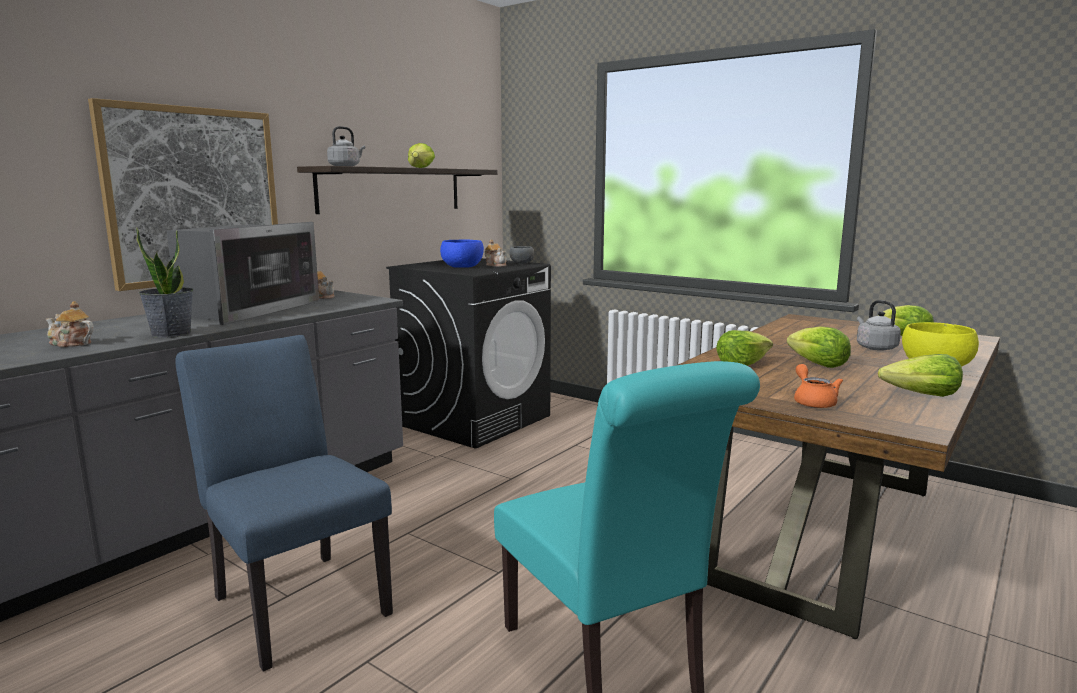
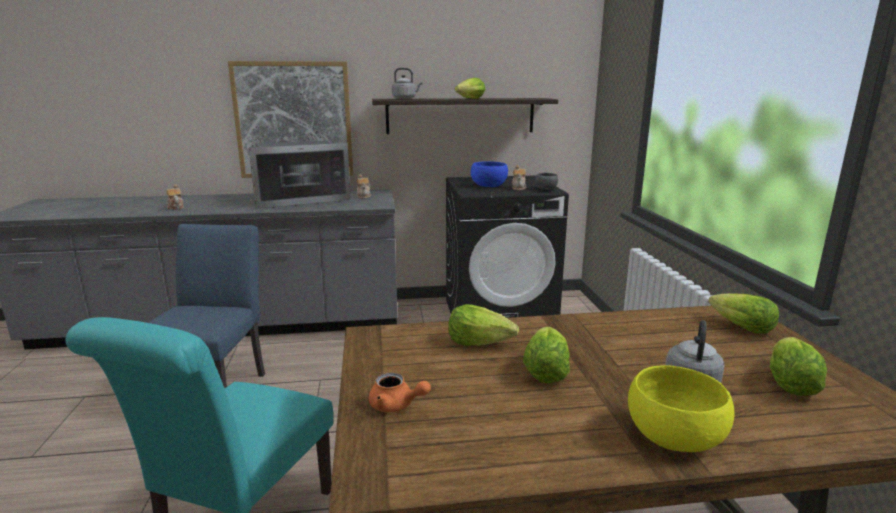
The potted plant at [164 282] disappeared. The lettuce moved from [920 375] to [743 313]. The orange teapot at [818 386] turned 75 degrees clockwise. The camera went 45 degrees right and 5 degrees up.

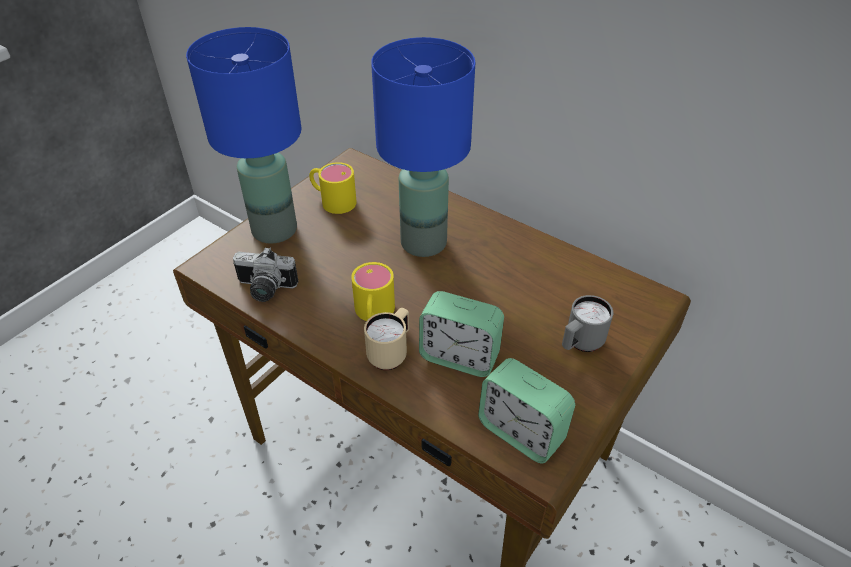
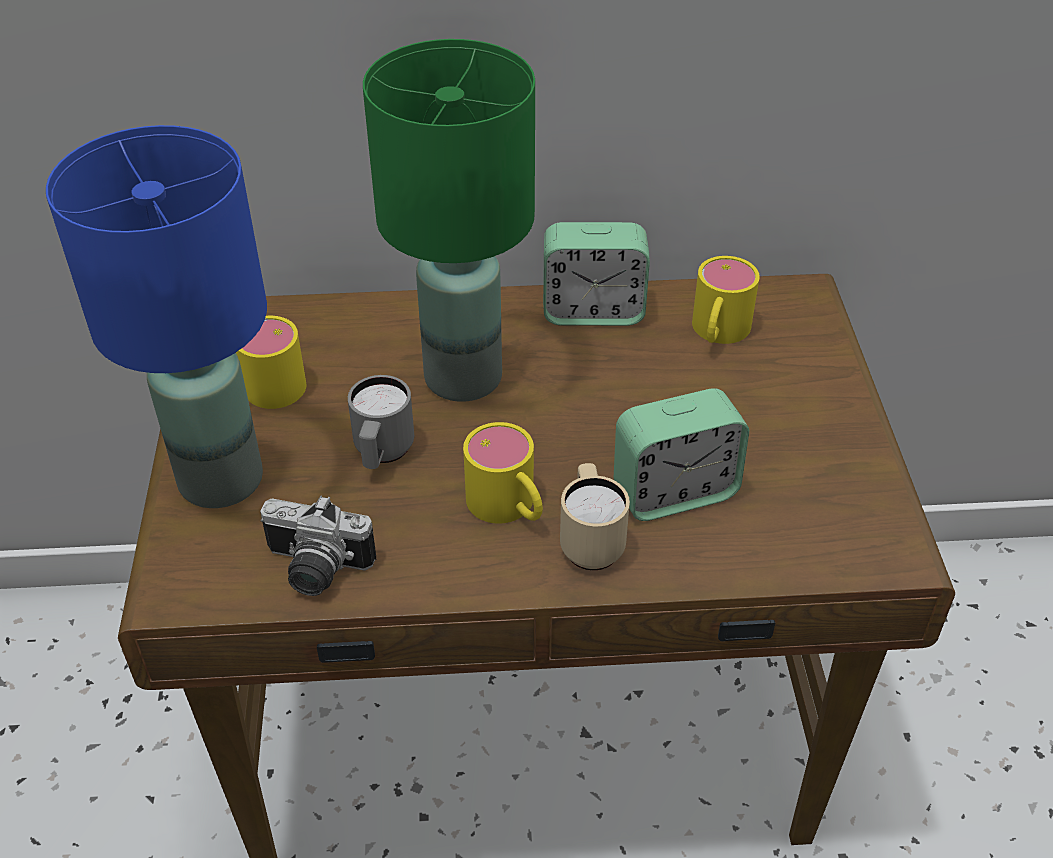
The blue table lamp at [423 147] became the green table lamp at [449 220]. The photo camera at [266 274] turned 45 degrees clockwise. The grey mug moved from [587 323] to [381 422]. The alarm clock moved from [526 411] to [596 274]. The yellow mug at [726 300] appeared. The camera went 40 degrees left and 0 degrees up.

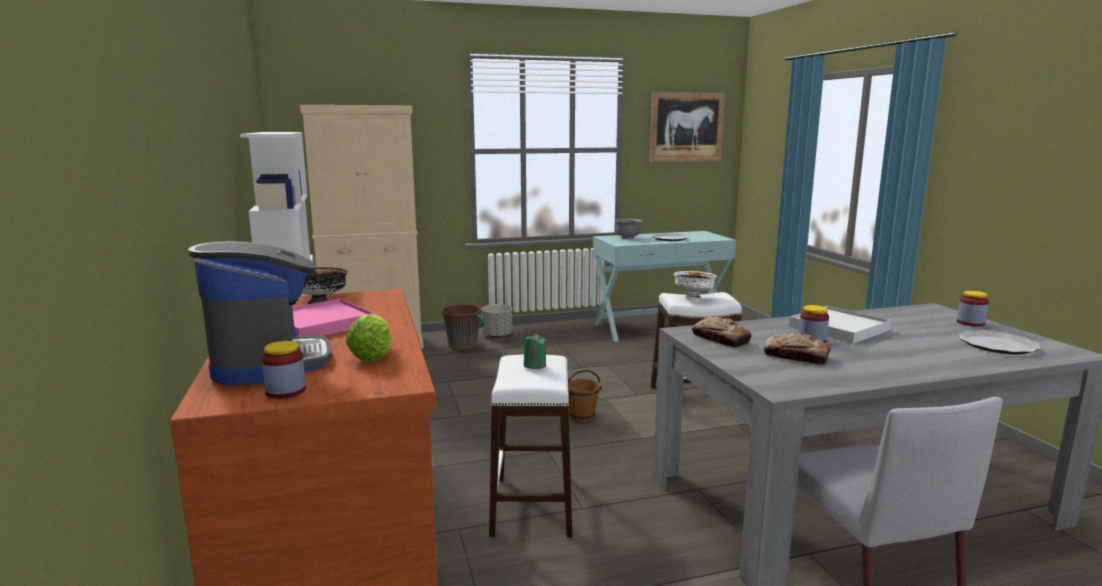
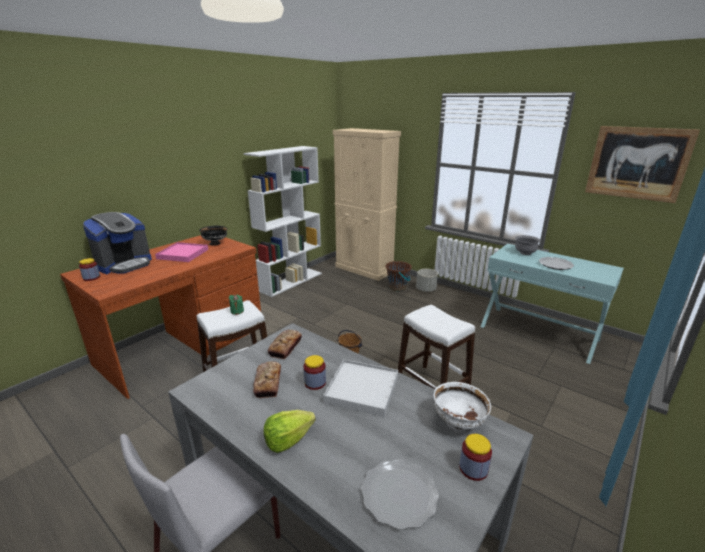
The white bowl moved from [695 285] to [462 406]. The lettuce moved from [369 338] to [290 431]. The camera went 55 degrees right and 10 degrees up.

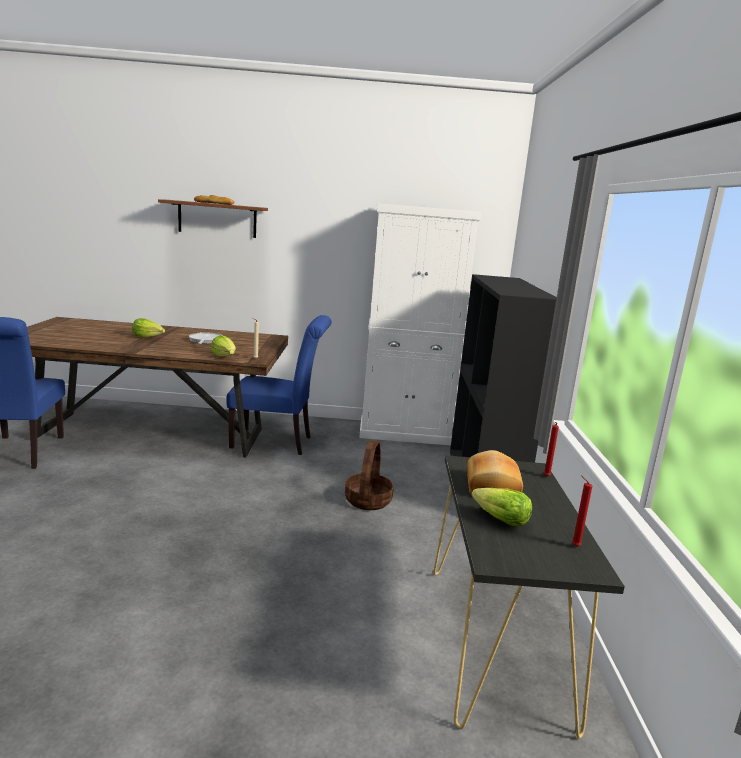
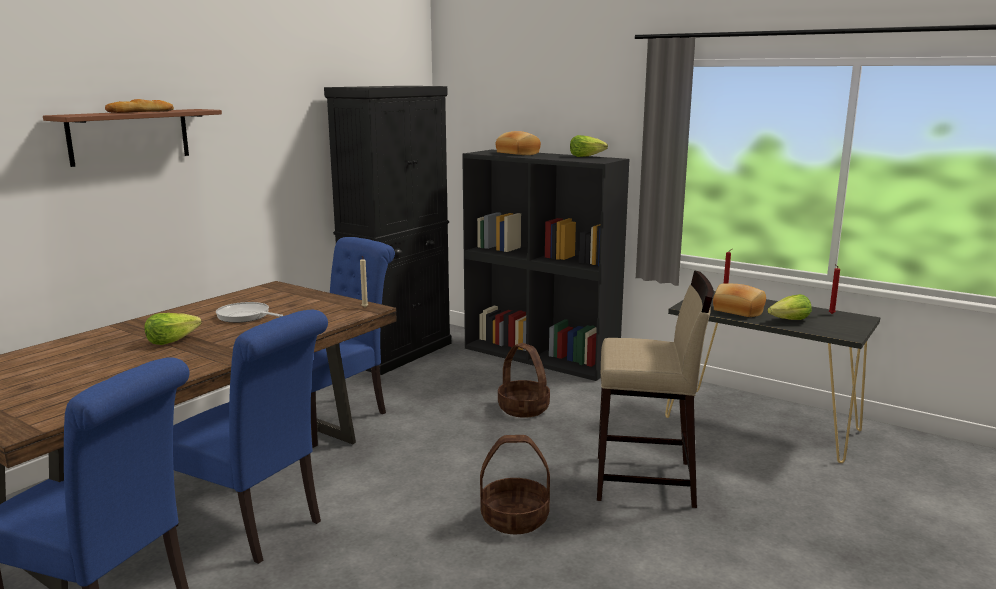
The white cabinet at [420 324] became the black cabinet at [387 230]. The lettuce moved from [223 346] to [589 146]. The bread at [518 143] appeared. The beige stool at [655 389] appeared. The blue chair at [250 437] appeared. The basket at [515 484] appeared. The camera went 55 degrees left and 0 degrees up.

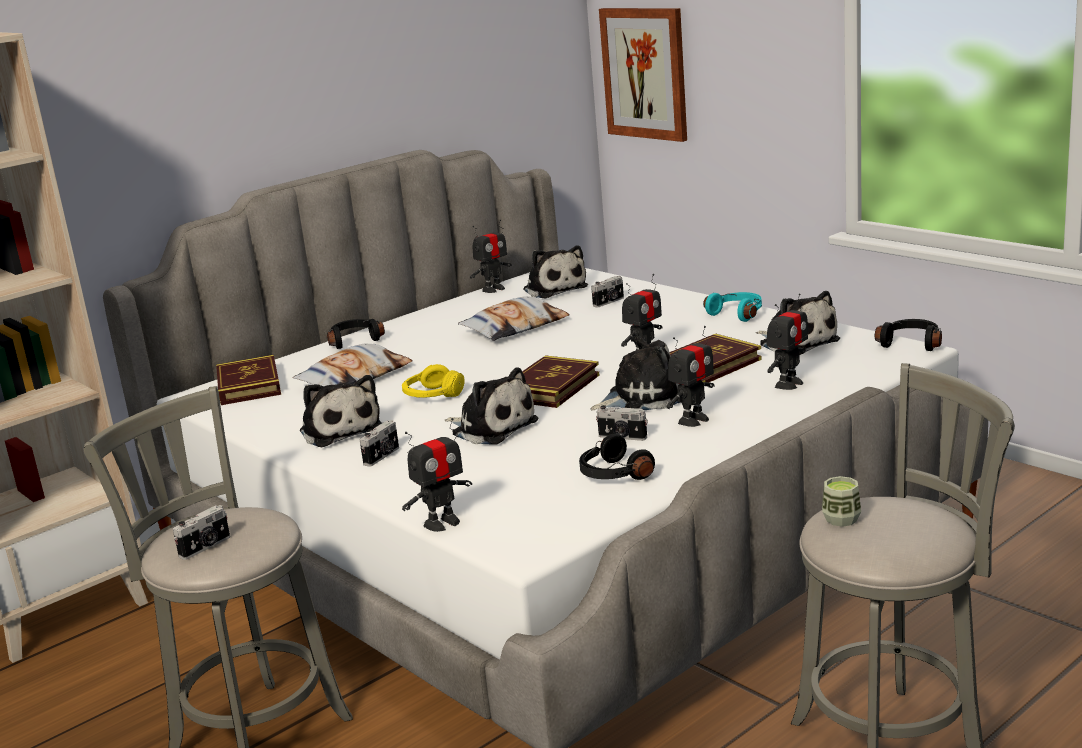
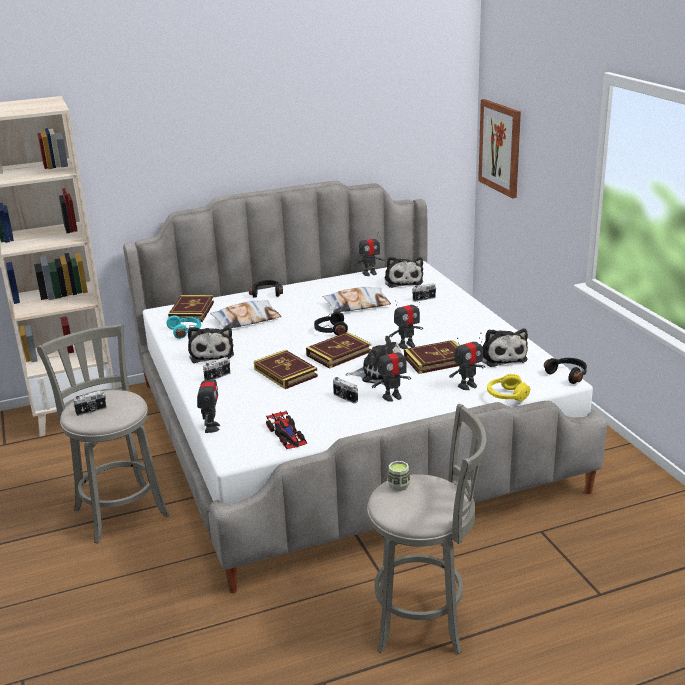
The turquoise headphones moved from [732 307] to [184 327]. The yellow headphones moved from [433 381] to [508 387]. The plush toy at [492 406] was replaced by the book at [286 369]. The toy robot at [437 475] turned 75 degrees counterclockwise. The black headphones moved from [617 456] to [331 324]. The toy car at [286 430] appeared. The camera went 20 degrees right and 5 degrees up.

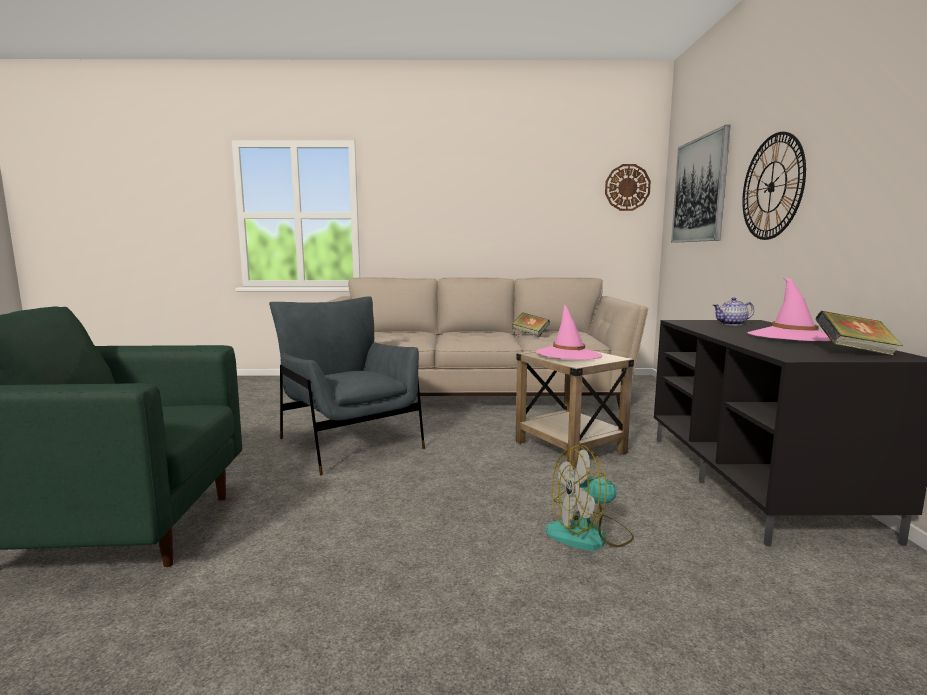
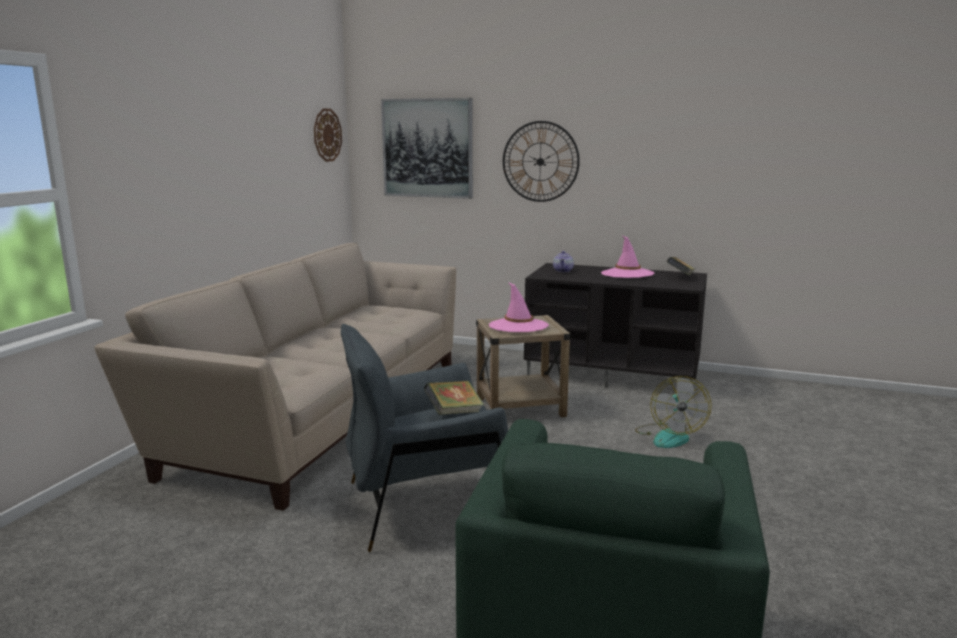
The book moved from [531 325] to [454 397]. The camera went 70 degrees left and 5 degrees up.

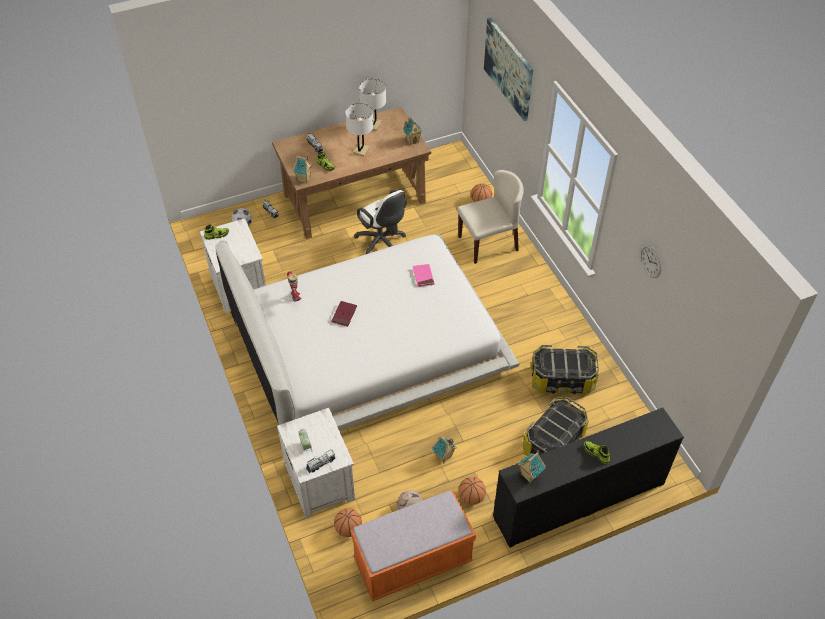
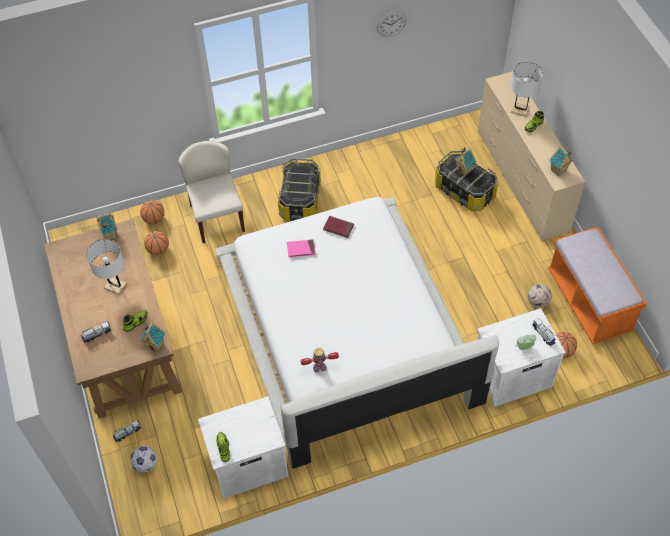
The picture at [508 69] disappeared. The white table lamp moved from [372 105] to [526 89]. The white office chair at [380 222] disappeared. The red book moved from [344 314] to [338 227]. The storage box moved from [565 369] to [299 189]. The black dresser at [588 478] became the beige dresser at [531 156]. The toy house moved from [444 449] to [465 161]. The basketball moved from [472 491] to [156 243]. The camera went 85 degrees left and 5 degrees up.

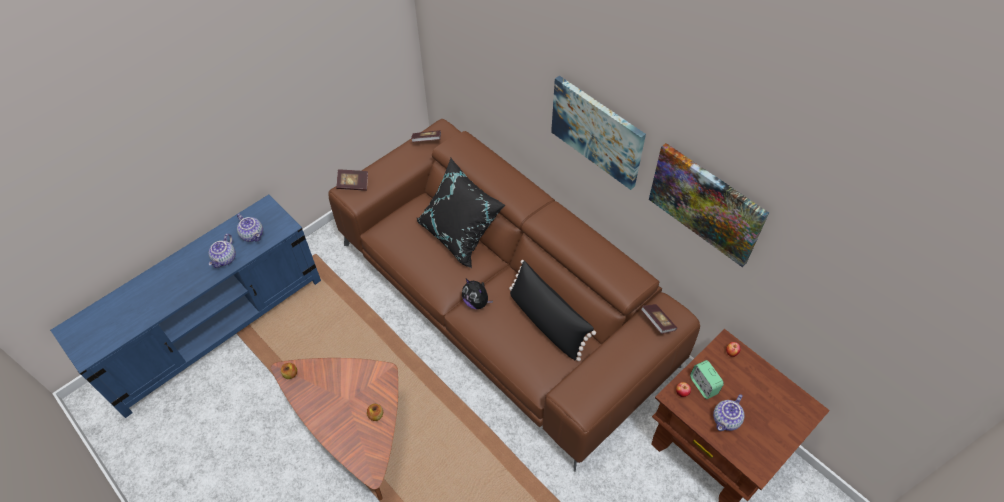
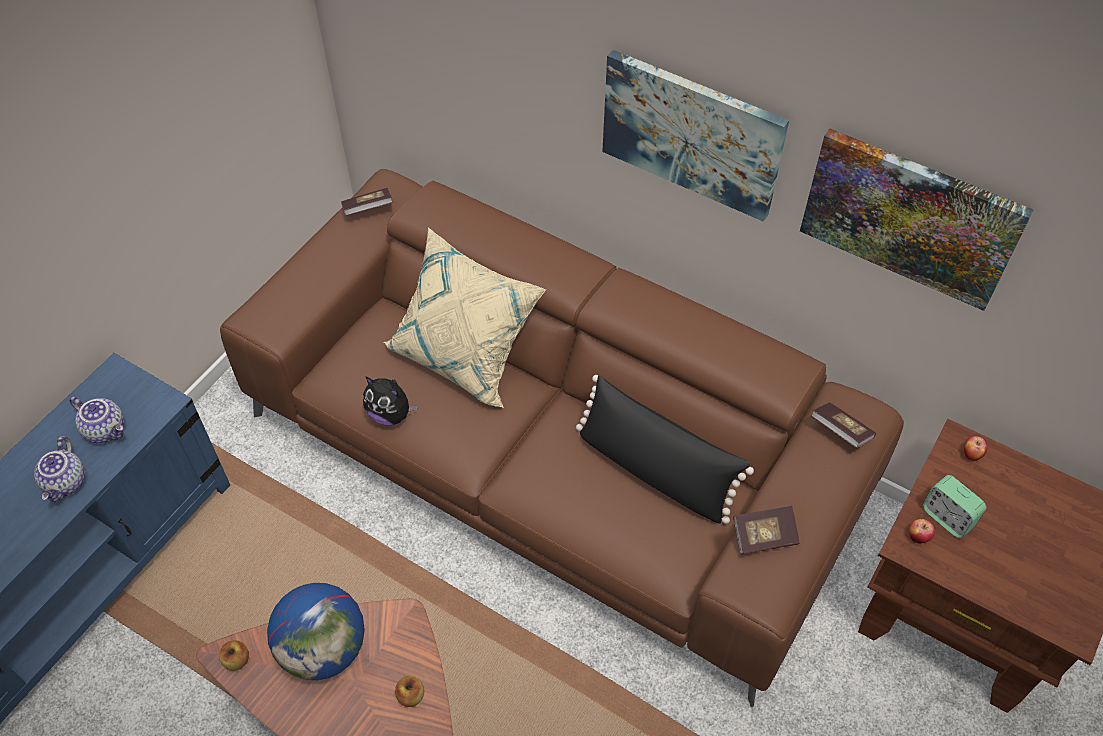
The black pillow at [461 213] became the beige pillow at [465 317]. The book moved from [352 180] to [766 530]. The plush toy moved from [477 294] to [390 400]. The teapot at [728 412] disappeared. The globe at [316 631] appeared. The camera went 15 degrees left and 0 degrees up.

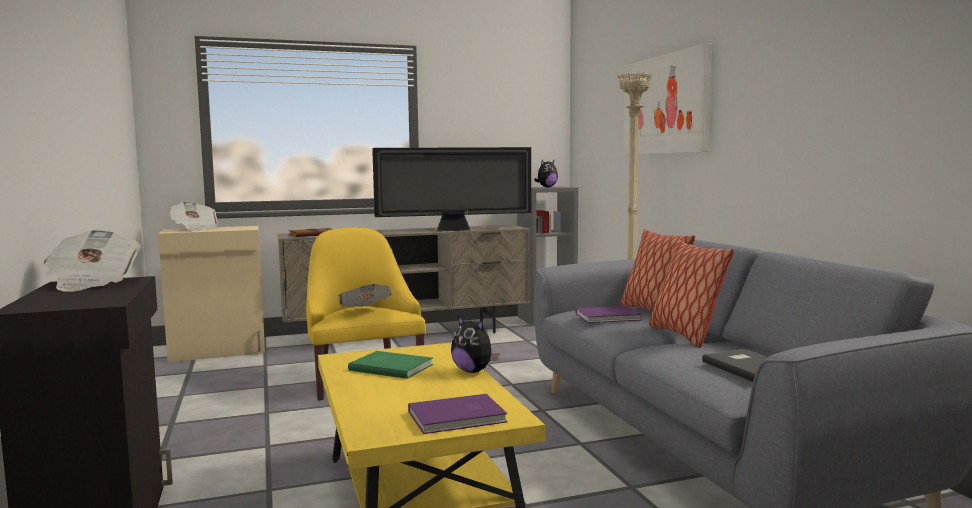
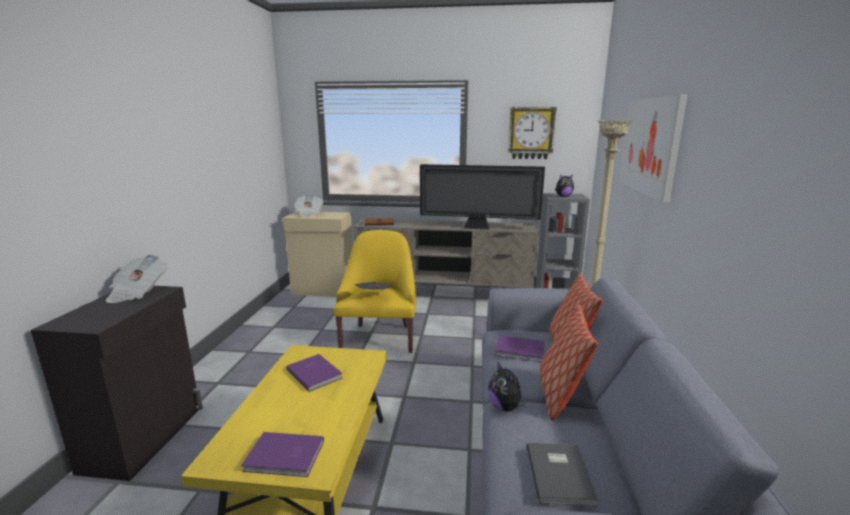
The plush toy moved from [475 344] to [507 386]. The green book at [390 365] became the purple book at [314 373]. The wall clock at [532 133] appeared. The camera went 25 degrees right and 10 degrees up.

